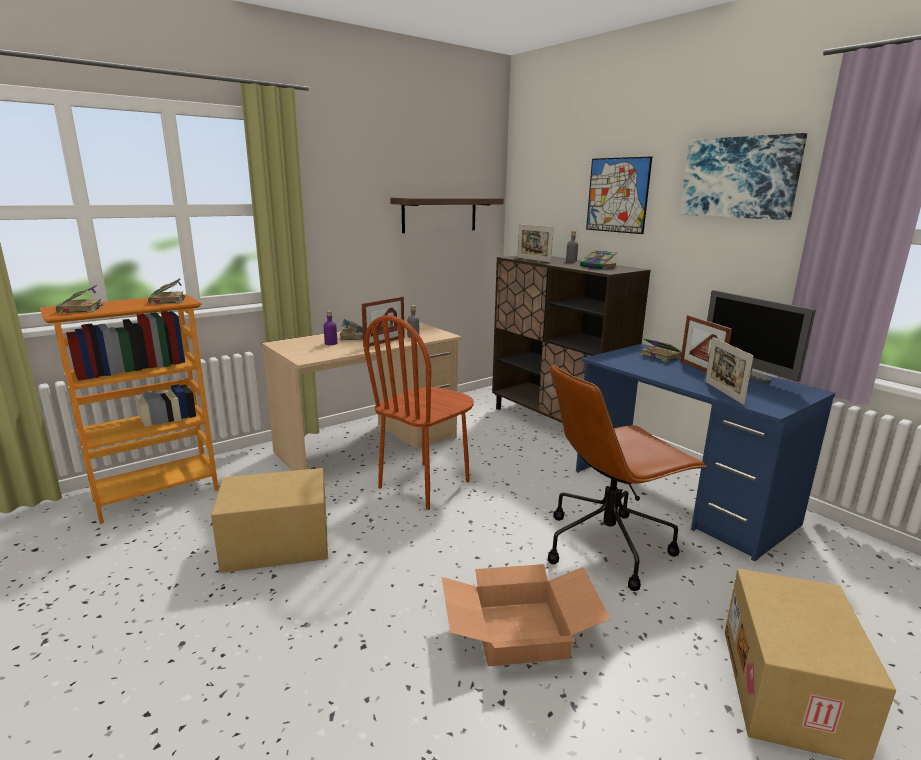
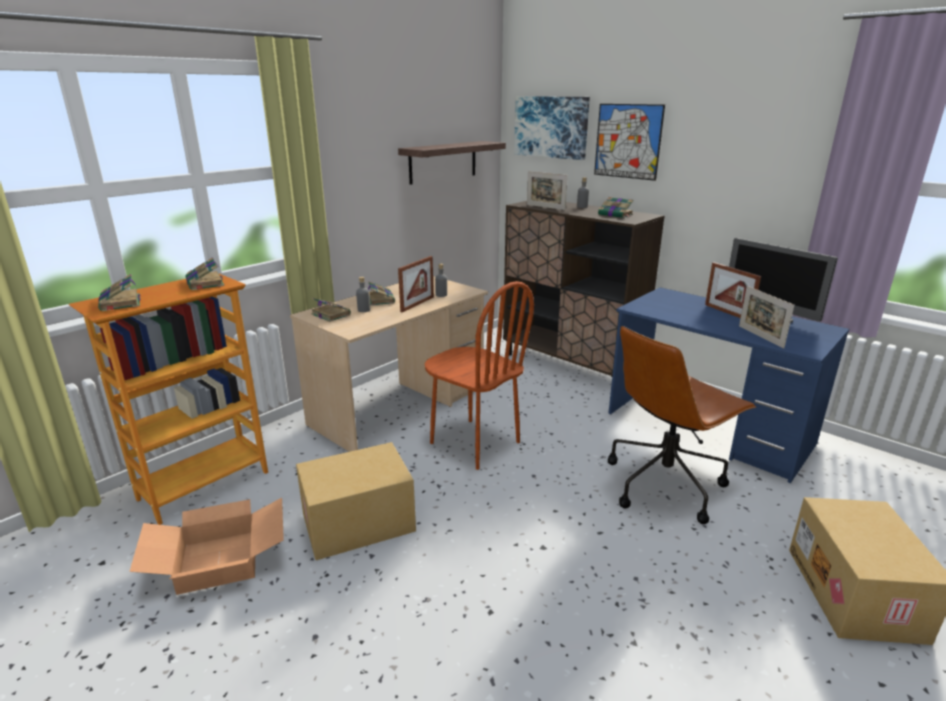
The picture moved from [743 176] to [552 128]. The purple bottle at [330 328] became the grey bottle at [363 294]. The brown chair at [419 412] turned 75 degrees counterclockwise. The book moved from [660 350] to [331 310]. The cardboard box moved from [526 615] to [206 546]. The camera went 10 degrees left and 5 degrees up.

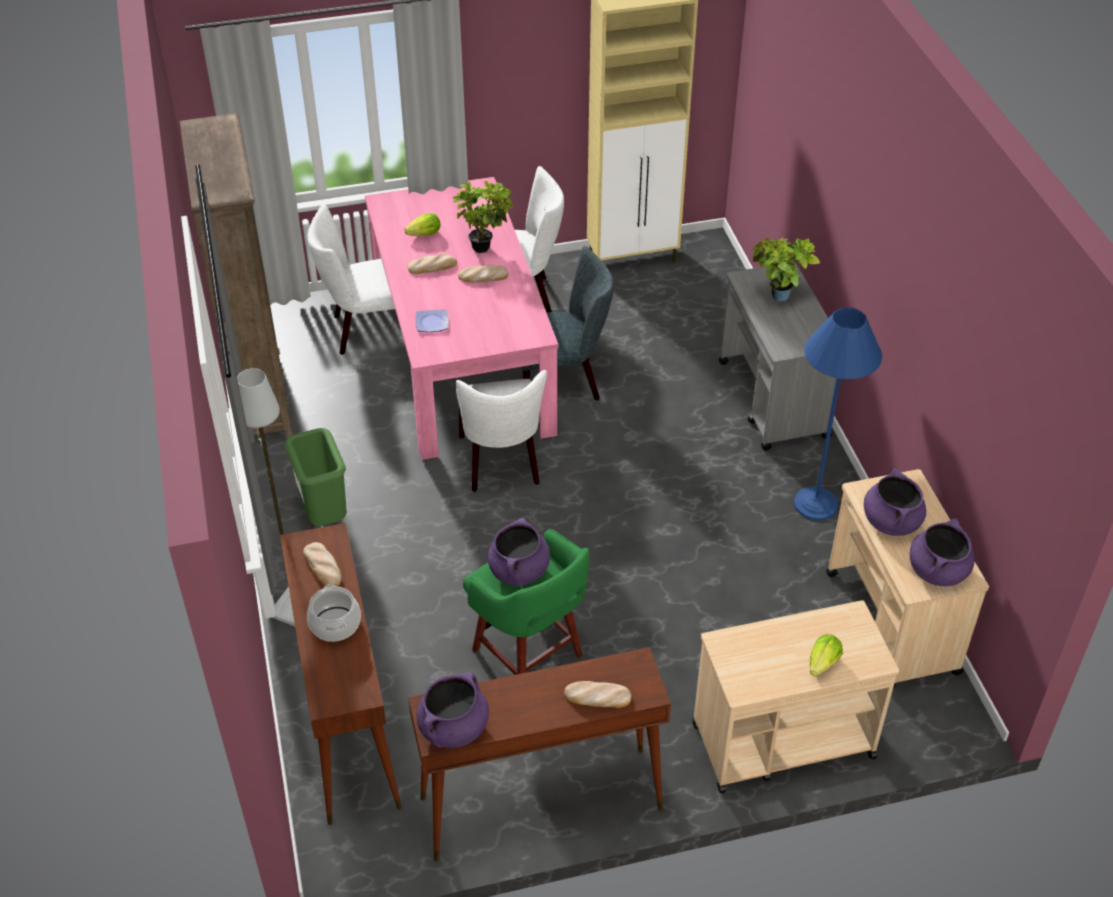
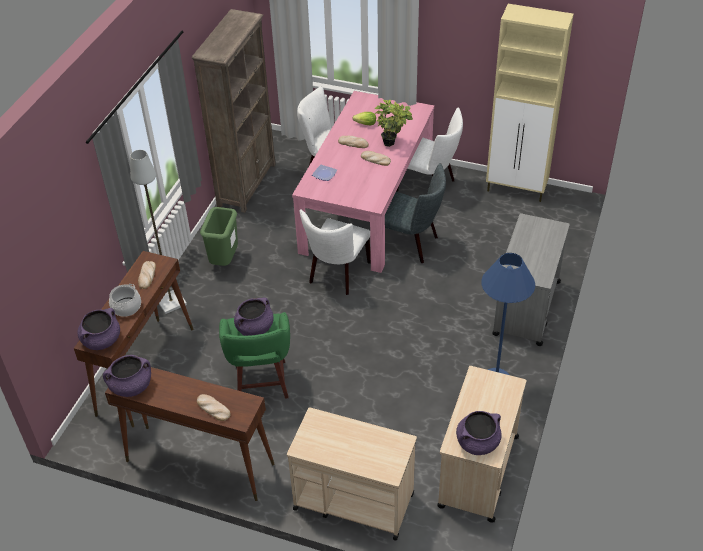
The potted plant at [786 269] disappeared. The purple cooking pot moved from [895 502] to [98 329]. The lettuce at [826 655] disappeared. The camera went 35 degrees right and 0 degrees up.

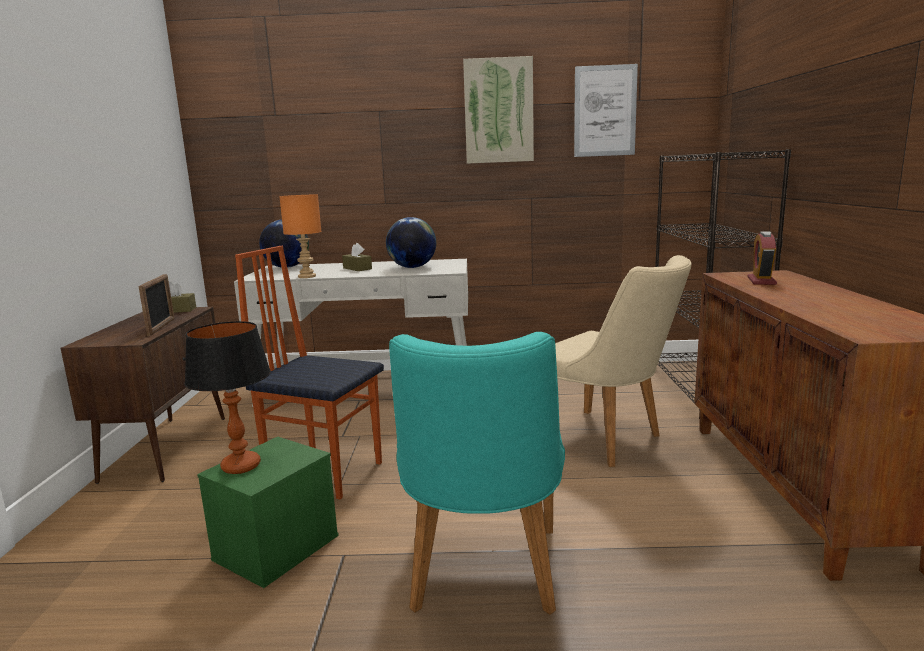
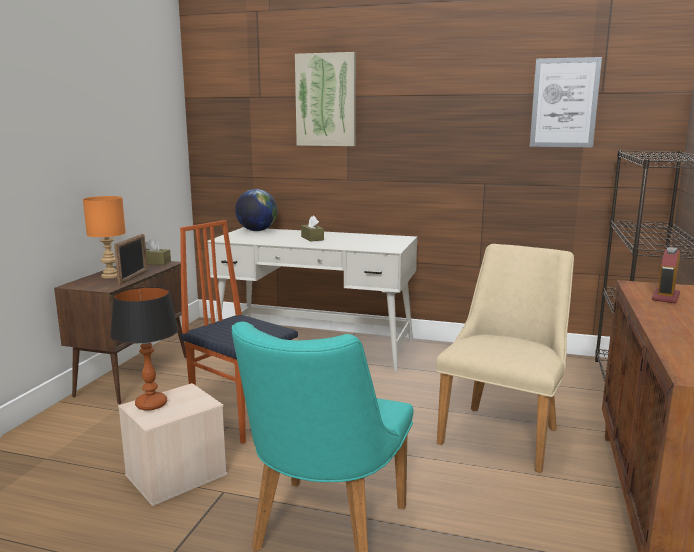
The picture moved from [498 110] to [325 99]. The orange table lamp moved from [300 236] to [104 237]. The globe at [411 242] disappeared. The beige chair at [623 361] turned 120 degrees counterclockwise. The green storage box at [268 512] became the beige storage box at [172 444]. The camera went 15 degrees right and 0 degrees up.

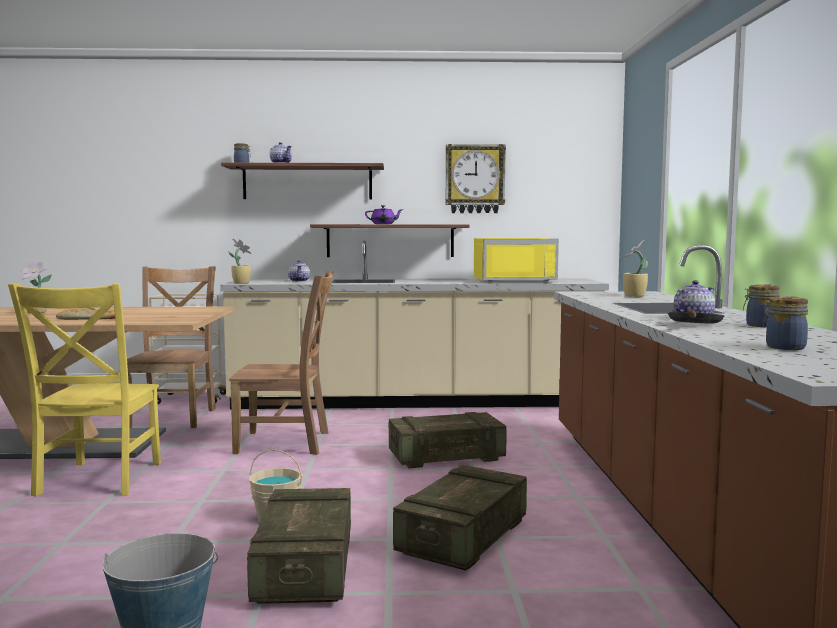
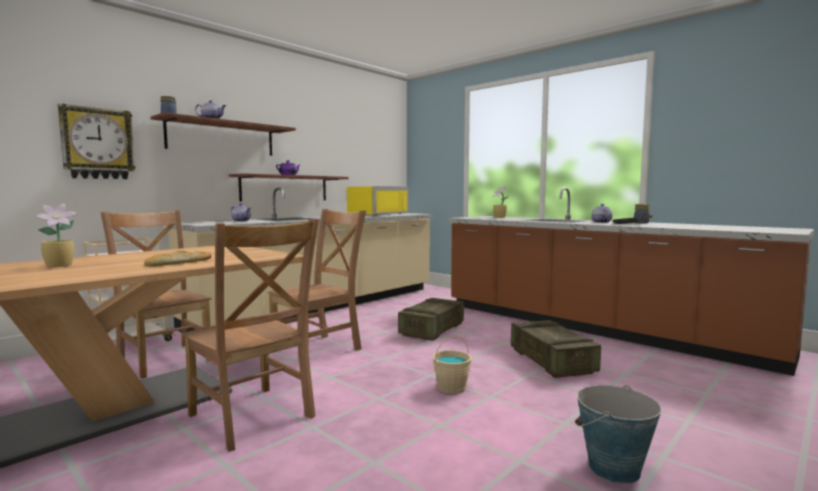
The wall clock moved from [476 178] to [97 141]. The potted plant at [240 261] disappeared. The yellow chair at [84 390] became the brown chair at [250 335]. The jar at [785 323] disappeared. The crate at [299 546] disappeared. The camera went 45 degrees left and 0 degrees up.

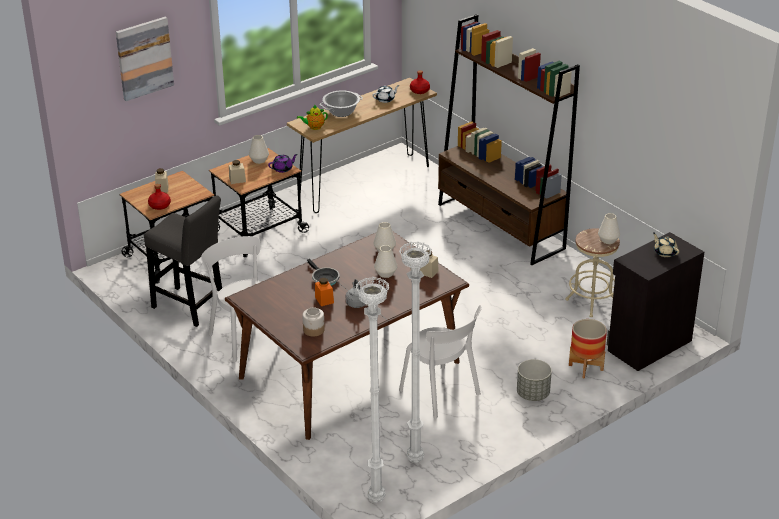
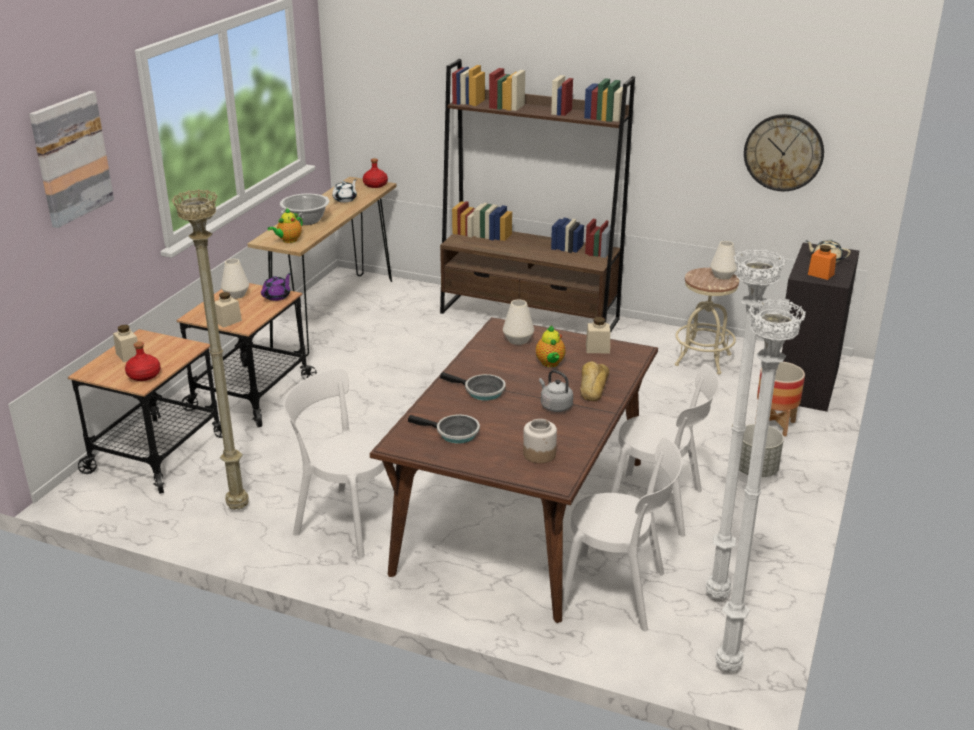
The grey stool at [183 261] was replaced by the beige floor lamp at [210 349]. The white vase at [385 261] was replaced by the teapot at [551 346]. The orange jar moved from [324 292] to [822 262]. The wall clock at [784 152] appeared. The bread at [594 381] appeared. The frying pan at [444 429] appeared. The white chair at [622 534] appeared. The camera went 30 degrees left and 5 degrees down.

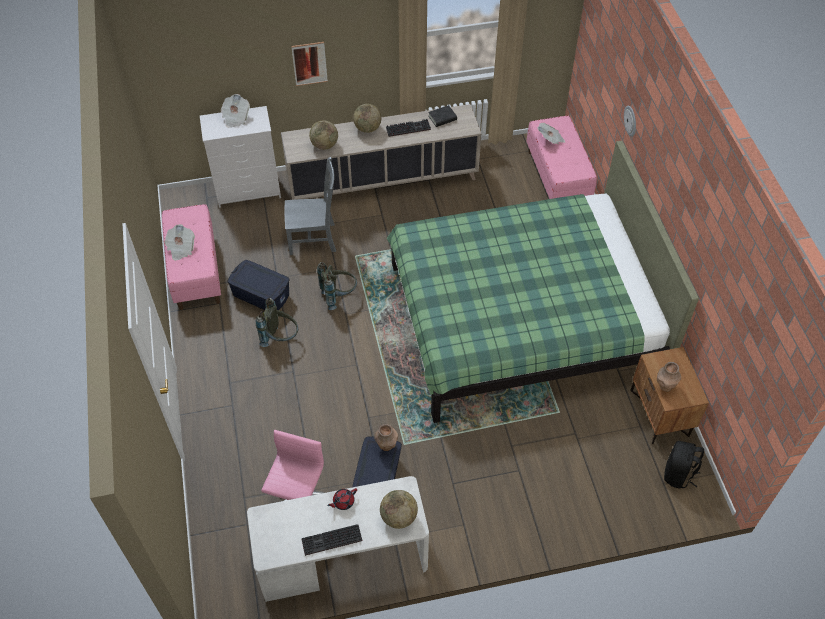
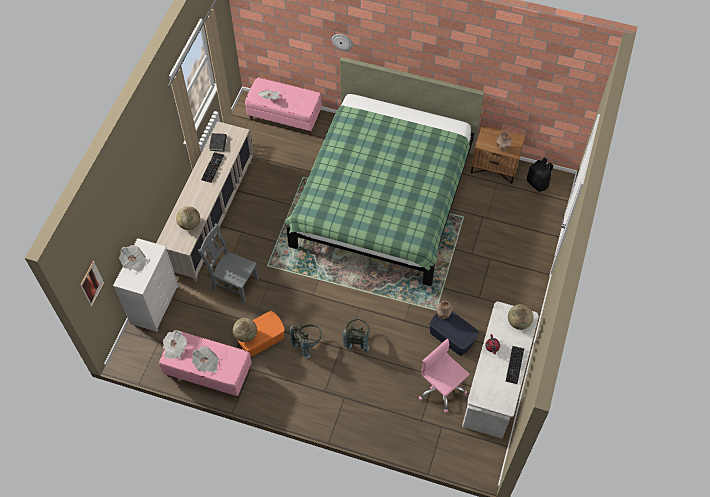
The picture moved from [309 64] to [92 284]. The globe moved from [367 118] to [245 330]. The grey chair at [310 206] turned 90 degrees counterclockwise. The blue storage box at [258 285] became the orange storage box at [261 334]. The grey backpack moved from [337 286] to [356 335]. The newspaper at [175 344] appeared. The camera went 60 degrees left and 5 degrees up.

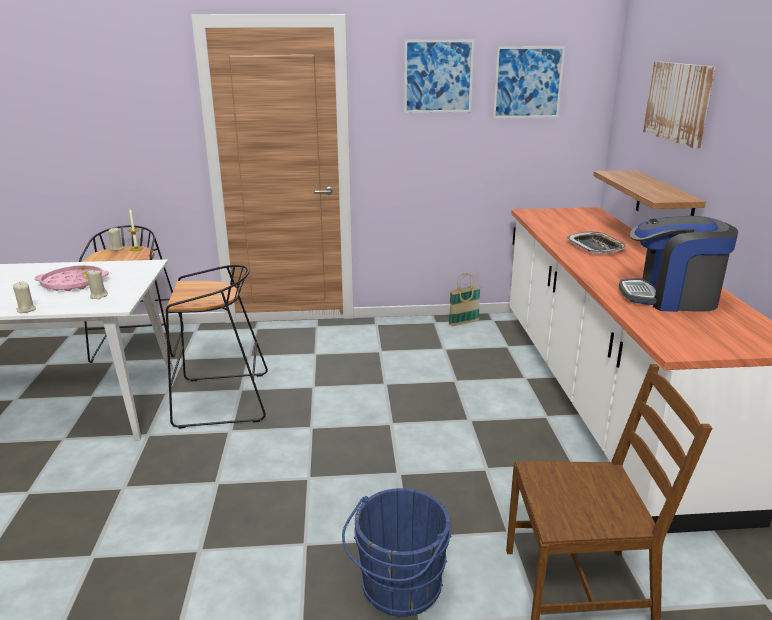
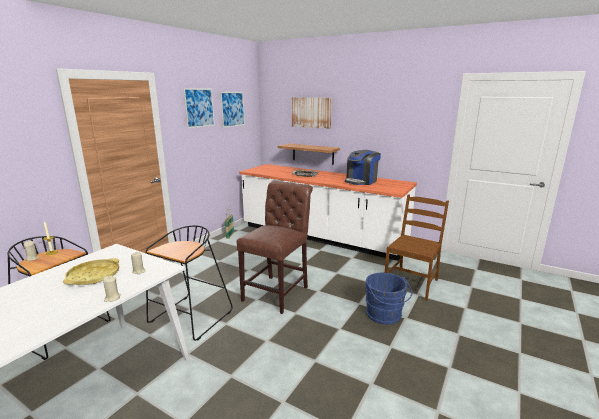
The pink tray at [71 278] became the yellow tray at [91 271]. The brown chair at [275 247] appeared. The camera went 55 degrees left and 5 degrees down.

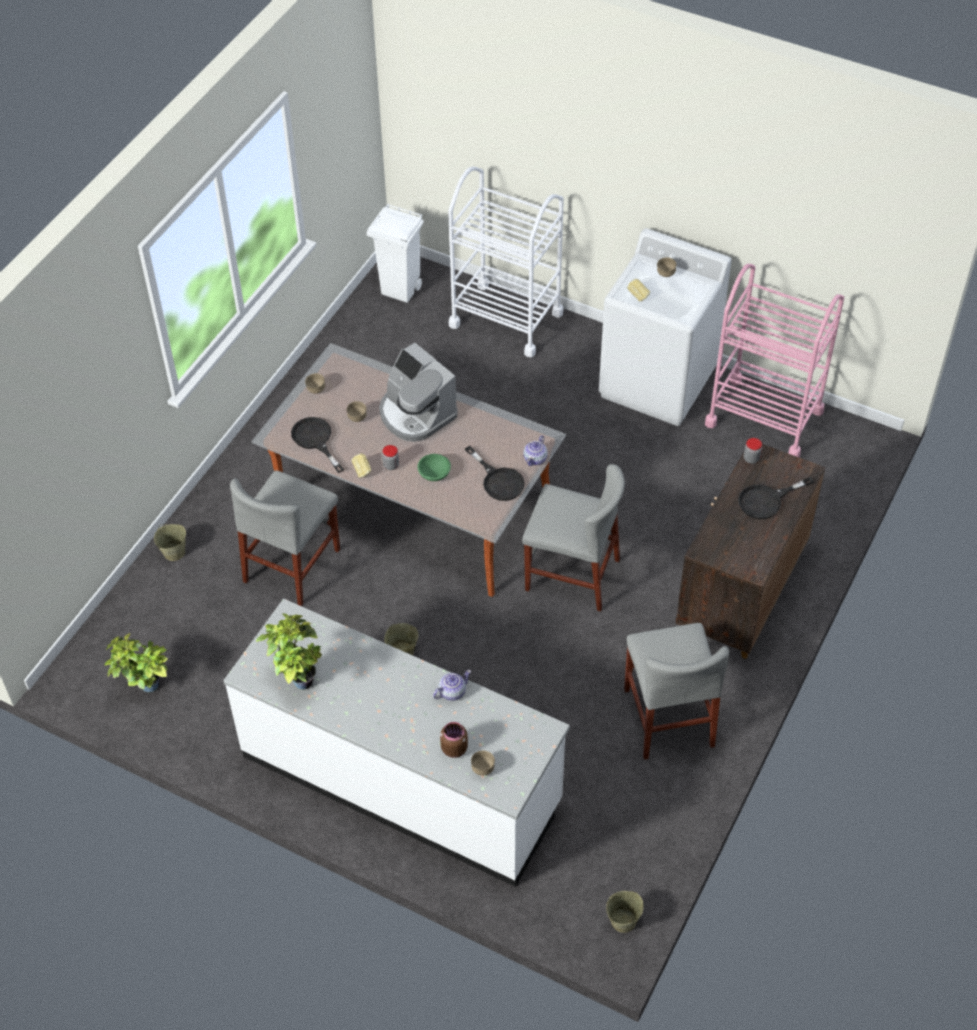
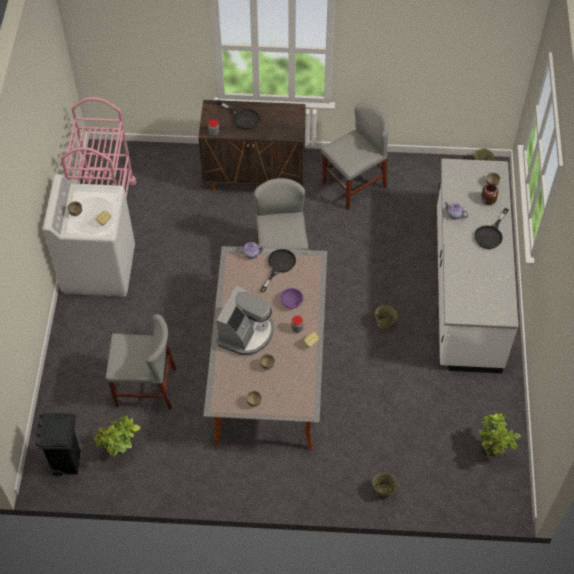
The white cart at [506 262] disappeared. The white trash can at [395 253] became the black trash can at [57 444]. The black frying pan moved from [317 445] to [491 228]. The green bowl at [434 467] became the purple bowl at [291 298]. The grey chair moved from [285 538] to [141 361]. The potted plant moved from [289 652] to [117 436]. The camera went 115 degrees left and 5 degrees up.

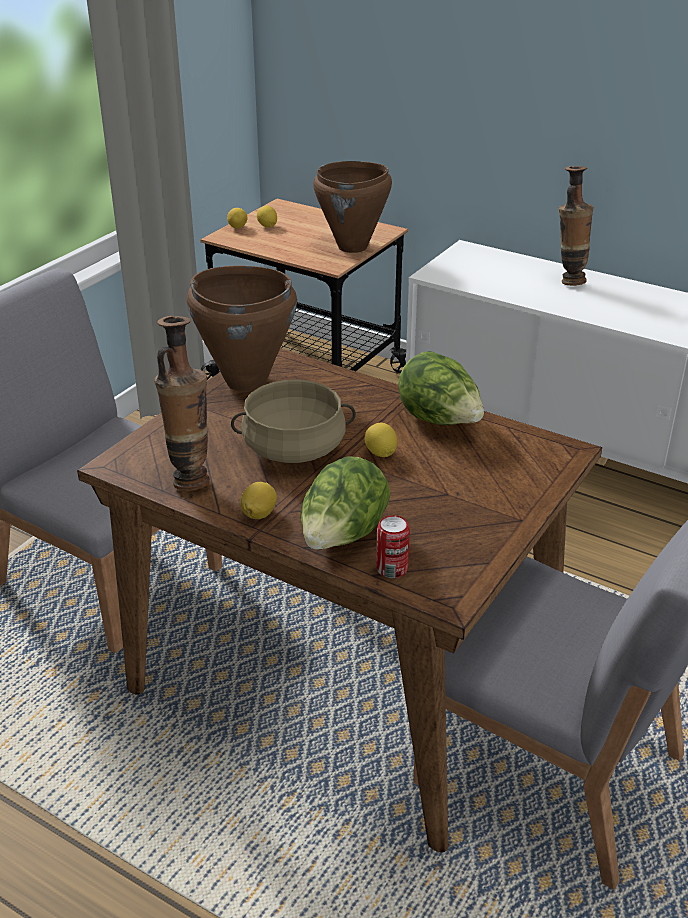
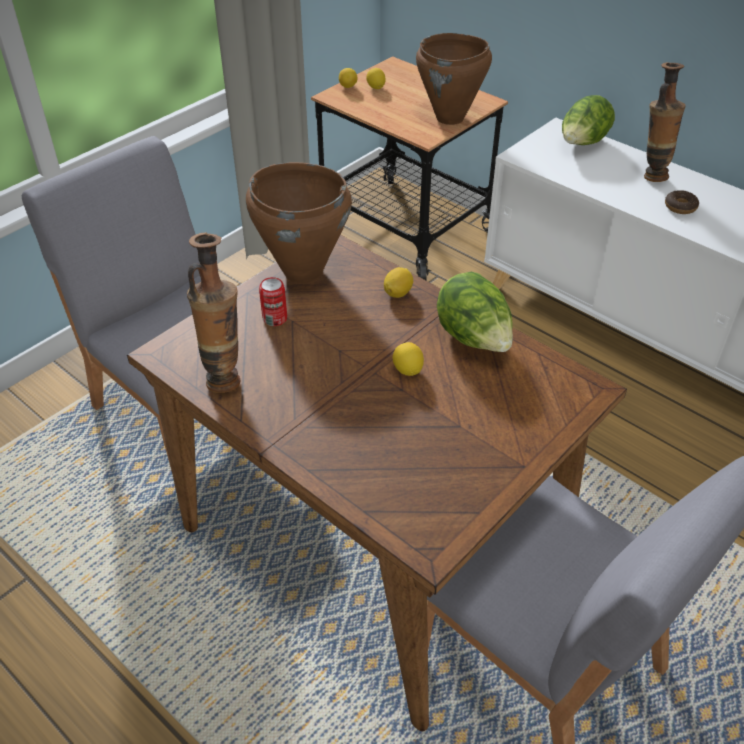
The beige cooking pot at [293 421] disappeared. The lettuce moved from [345 503] to [588 120]. The lemon moved from [259 500] to [398 282]. The can moved from [393 546] to [273 301]. The donut at [682 202] appeared. The camera went 10 degrees right and 10 degrees up.

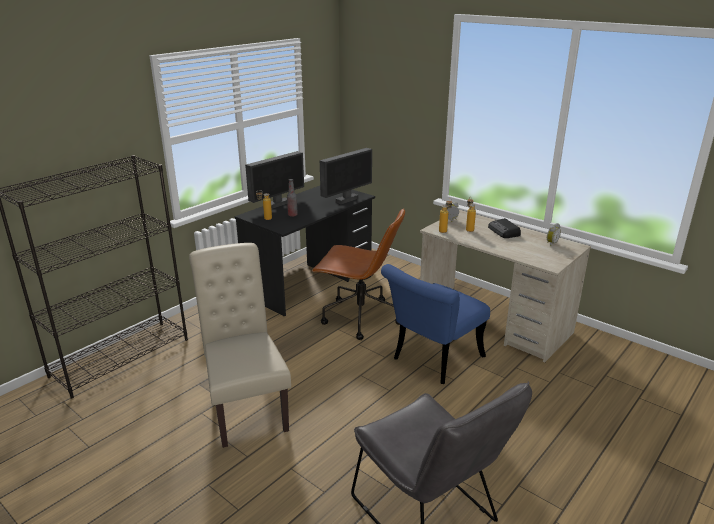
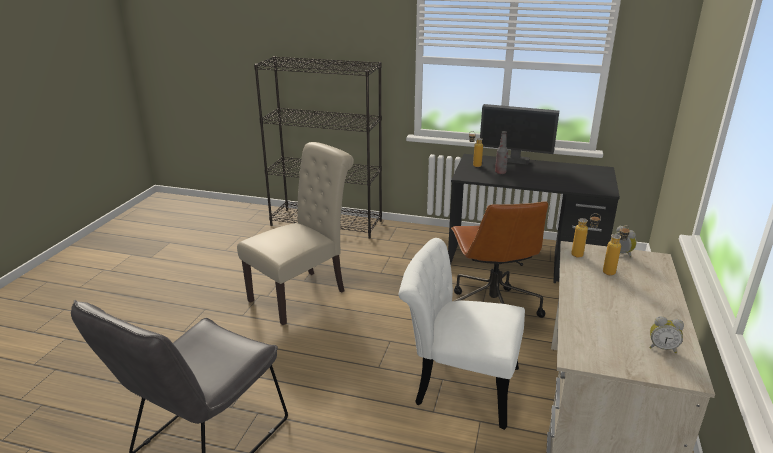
The monitor at [346 176] disappeared. The radio at [504 228] disappeared. The blue chair at [435 324] became the white chair at [462 334]. The camera went 65 degrees right and 0 degrees up.

